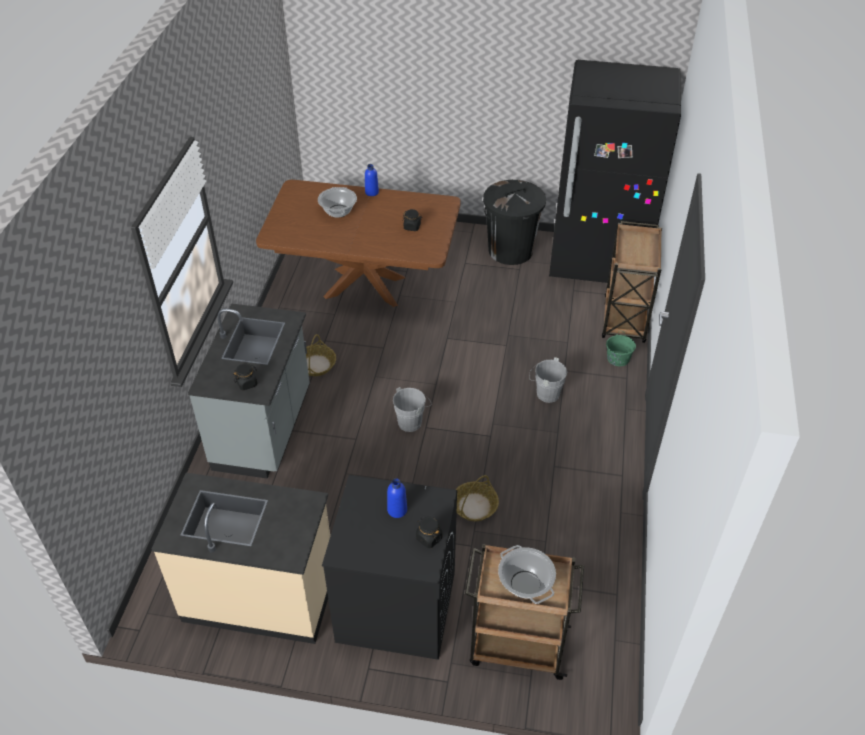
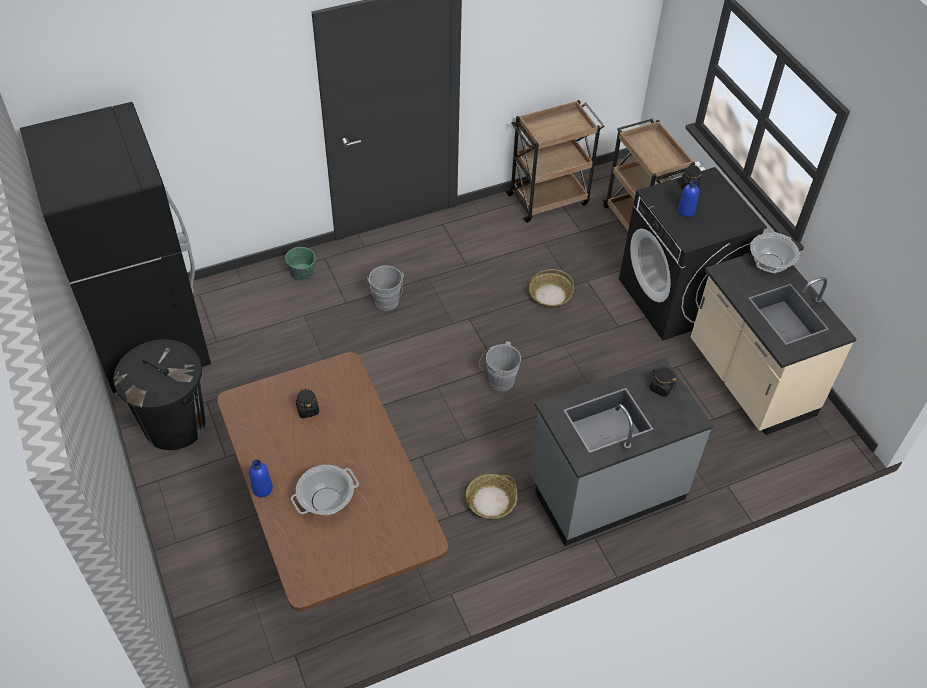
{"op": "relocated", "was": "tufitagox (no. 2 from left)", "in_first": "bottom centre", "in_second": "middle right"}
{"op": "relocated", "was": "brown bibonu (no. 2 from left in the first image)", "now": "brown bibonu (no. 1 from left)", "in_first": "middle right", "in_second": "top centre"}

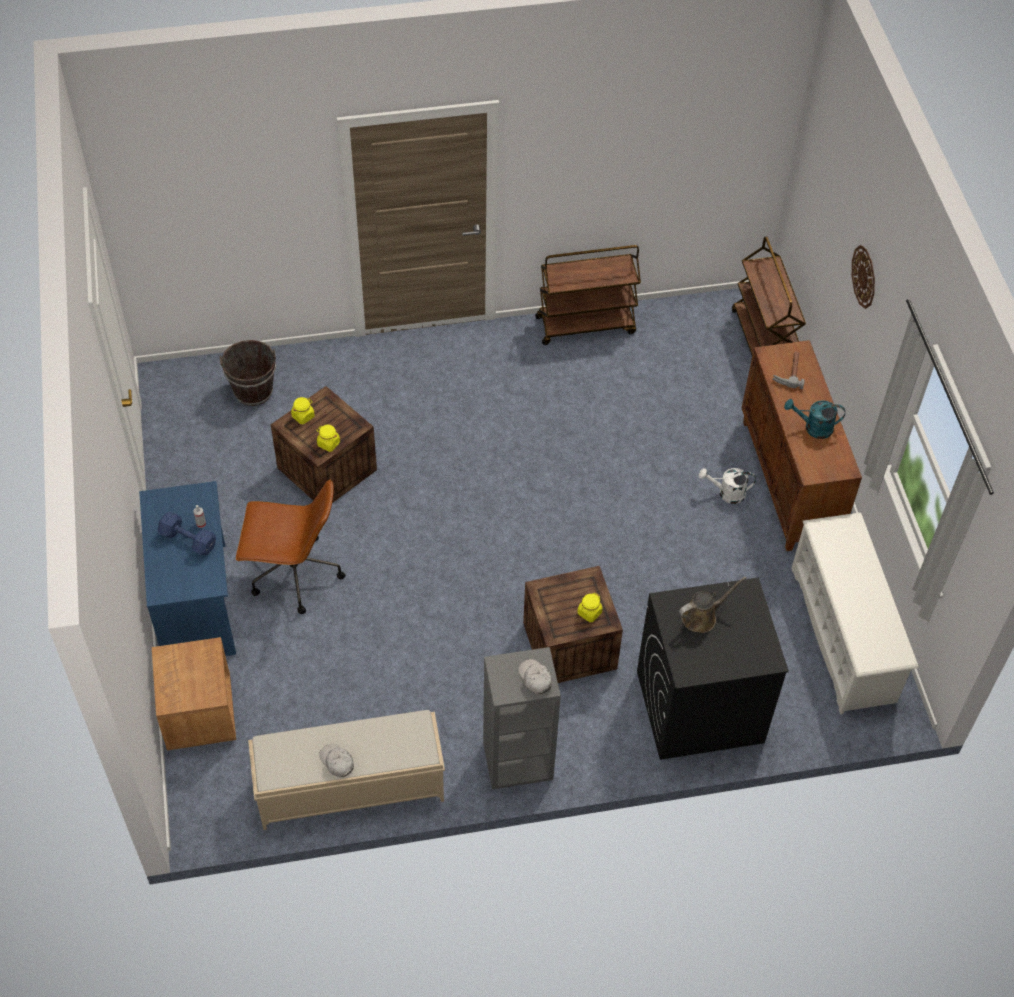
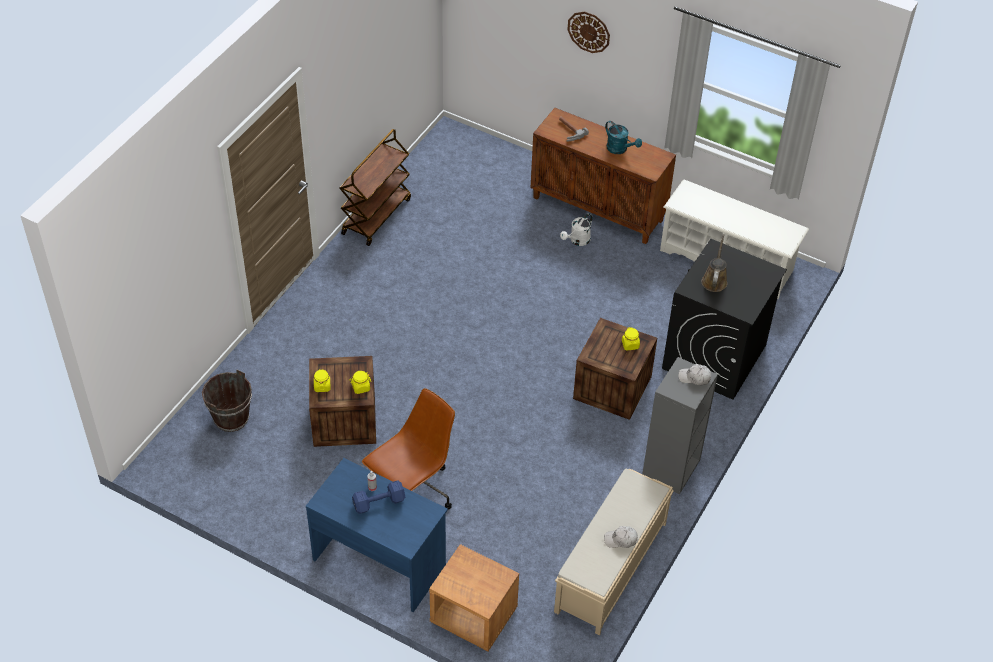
{"op": "missing", "was": "brown bibonu (no. 2 from left)", "in_first": "top right"}
{"op": "spun", "was": "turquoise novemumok", "in_first": "middle right", "in_second": "top centre", "clockwise": -90}

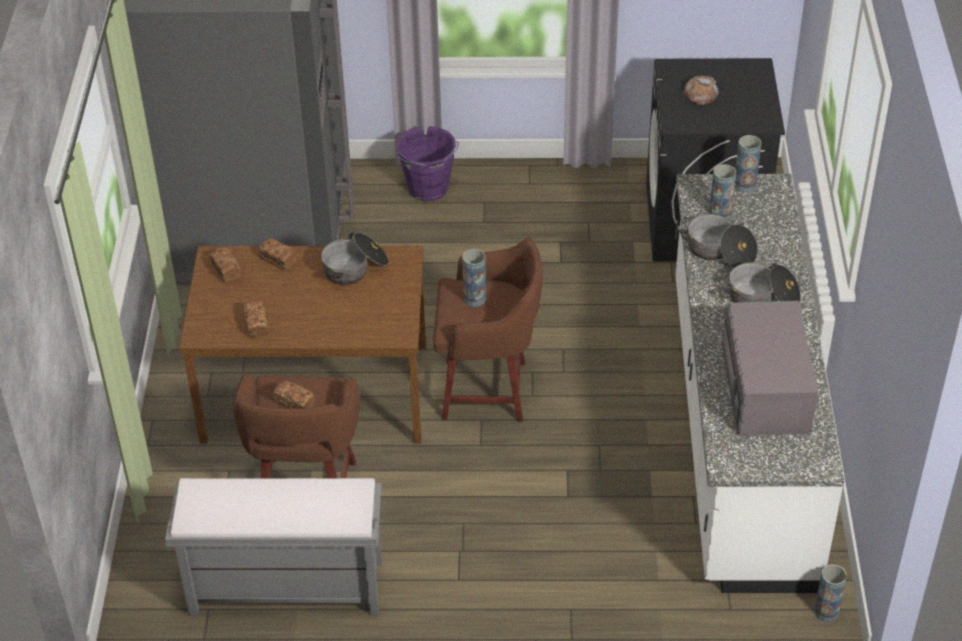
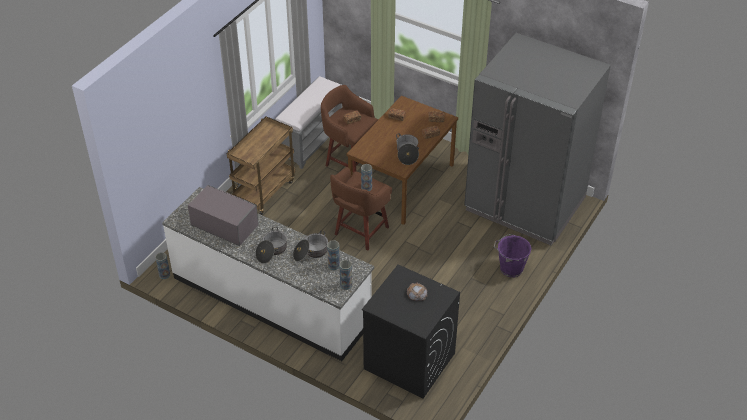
{"op": "appeared", "now": "brown bibonu", "in_second": "centre"}

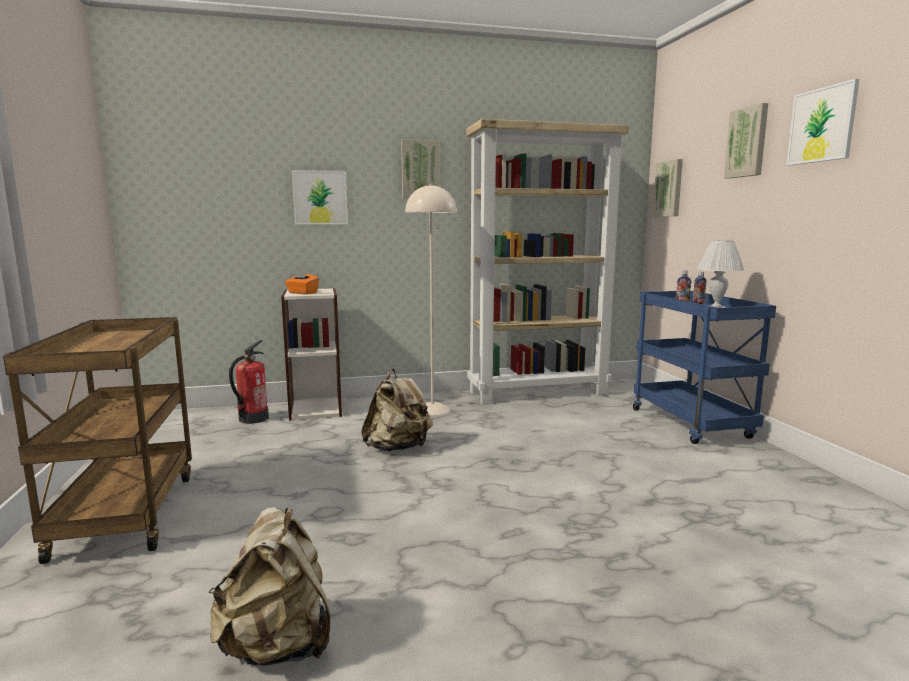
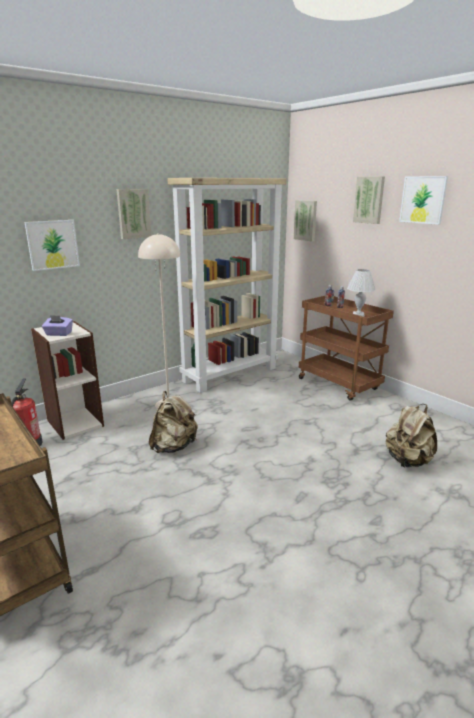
{"op": "relocated", "was": "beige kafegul (no. 1 from left in the first image)", "now": "beige kafegul (no. 2 from left)", "in_first": "bottom left", "in_second": "middle right"}
{"op": "colour", "was": "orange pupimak", "now": "purple pupimak", "in_first": "middle left", "in_second": "middle left"}
{"op": "colour", "was": "blue bibonu", "now": "brown bibonu (no. 2 from left)", "in_first": "middle right", "in_second": "middle right"}

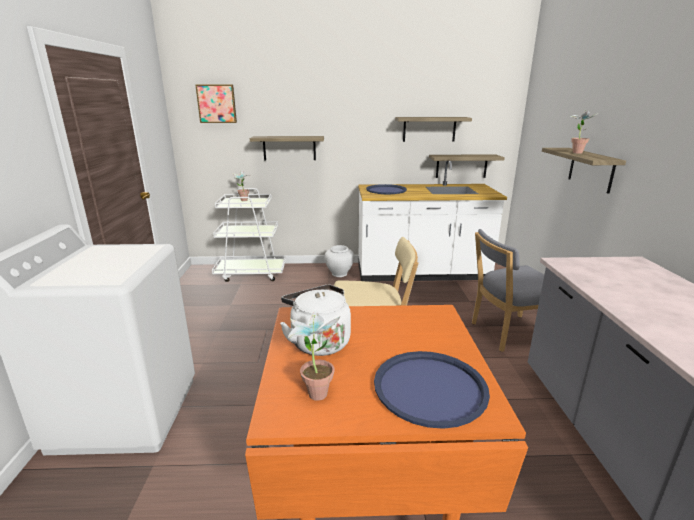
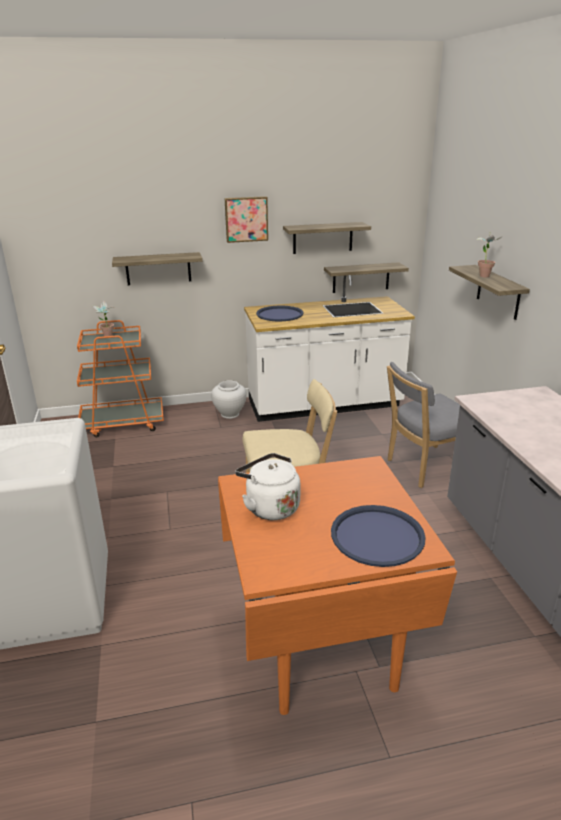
{"op": "missing", "was": "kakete (no. 2 from left)", "in_first": "bottom centre"}
{"op": "relocated", "was": "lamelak", "in_first": "top left", "in_second": "top centre"}
{"op": "colour", "was": "white bibonu", "now": "orange bibonu", "in_first": "centre", "in_second": "middle left"}

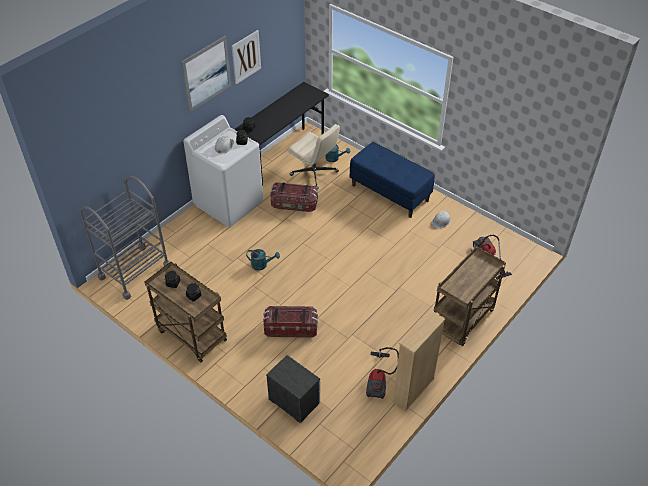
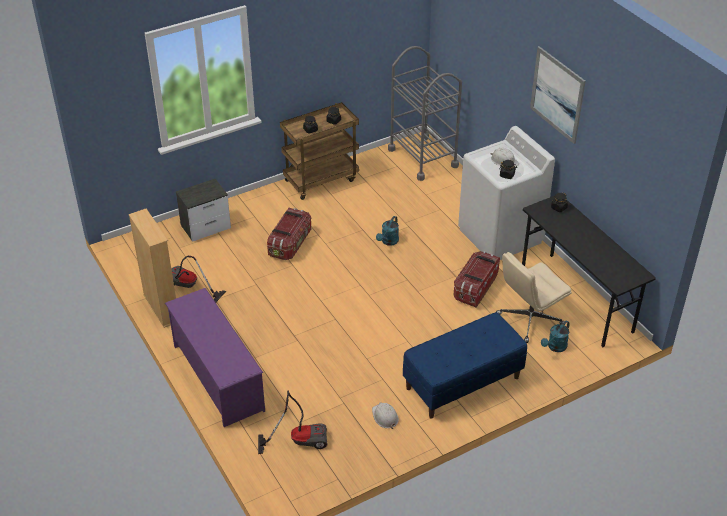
{"op": "missing", "was": "lamelak (no. 2 from left)", "in_first": "top centre"}
{"op": "exchanged", "was": "brown bibonu (no. 2 from left)", "now": "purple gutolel", "in_first": "middle right", "in_second": "bottom left"}

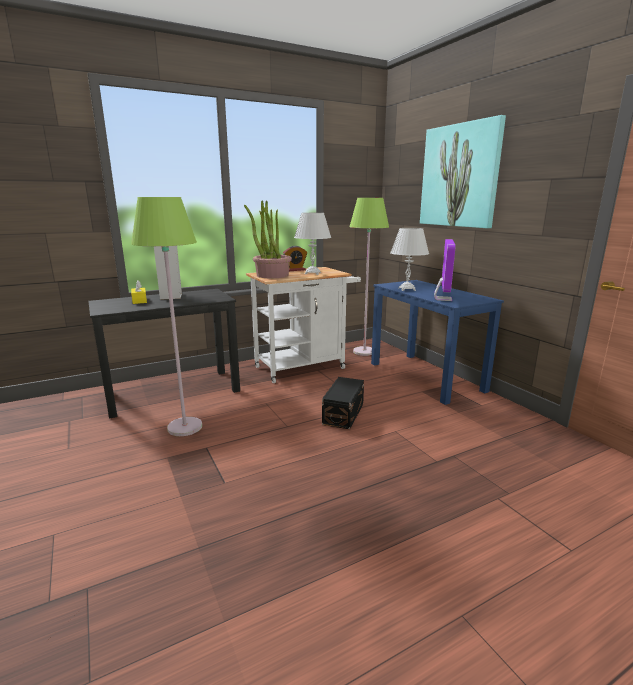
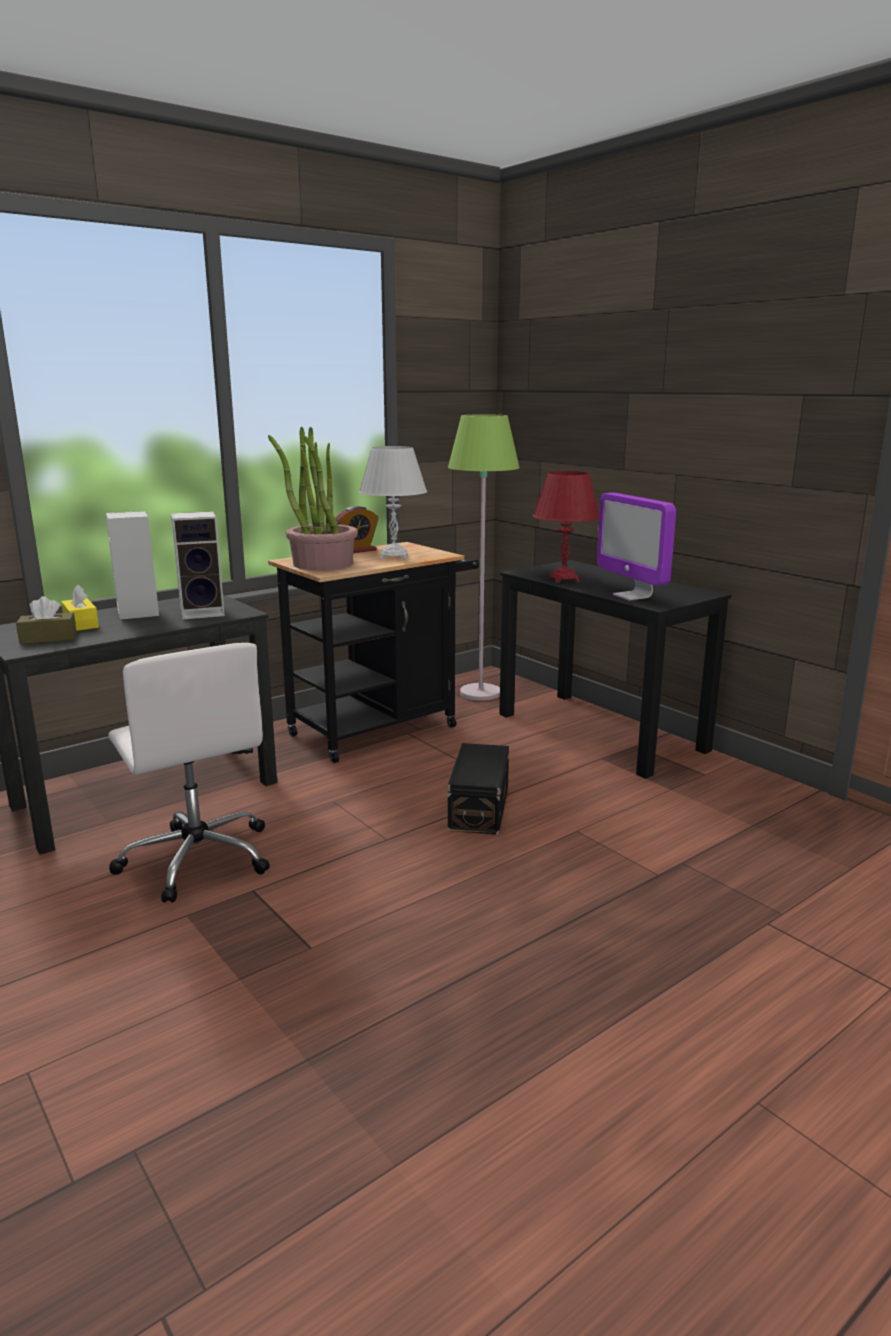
{"op": "missing", "was": "lamelak", "in_first": "top right"}
{"op": "appeared", "now": "brown pupimak", "in_second": "middle left"}
{"op": "appeared", "now": "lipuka (no. 2 from left)", "in_second": "middle left"}
{"op": "exchanged", "was": "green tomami (no. 1 from left)", "now": "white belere", "in_first": "middle left", "in_second": "middle left"}
{"op": "colour", "was": "white bibonu", "now": "black bibonu", "in_first": "centre", "in_second": "centre"}
{"op": "colour", "was": "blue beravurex", "now": "black beravurex (no. 2 from left)", "in_first": "middle right", "in_second": "middle right"}
{"op": "colour", "was": "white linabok (no. 2 from left)", "now": "red linabok", "in_first": "centre", "in_second": "centre"}
{"op": "spun", "was": "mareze", "in_first": "middle right", "in_second": "middle right", "clockwise": 150}

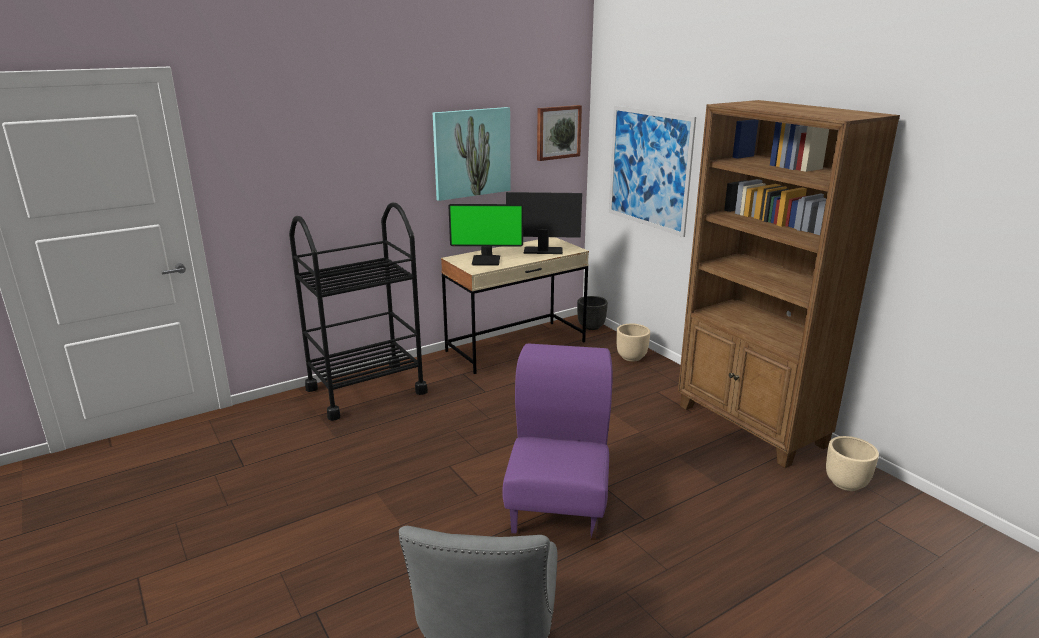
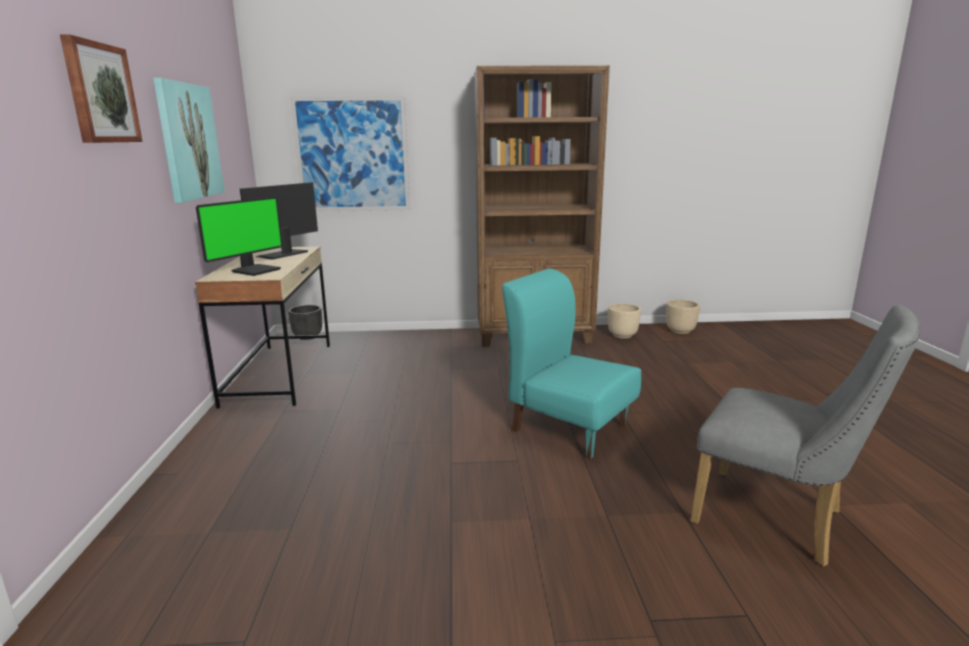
{"op": "missing", "was": "black bibonu", "in_first": "centre"}
{"op": "relocated", "was": "lamelak (no. 2 from left in the first image)", "now": "lamelak (no. 1 from left)", "in_first": "top centre", "in_second": "top left"}
{"op": "relocated", "was": "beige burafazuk (no. 1 from left in the first image)", "now": "beige burafazuk (no. 2 from left)", "in_first": "centre", "in_second": "middle right"}
{"op": "colour", "was": "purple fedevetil", "now": "turquoise fedevetil", "in_first": "bottom centre", "in_second": "centre"}

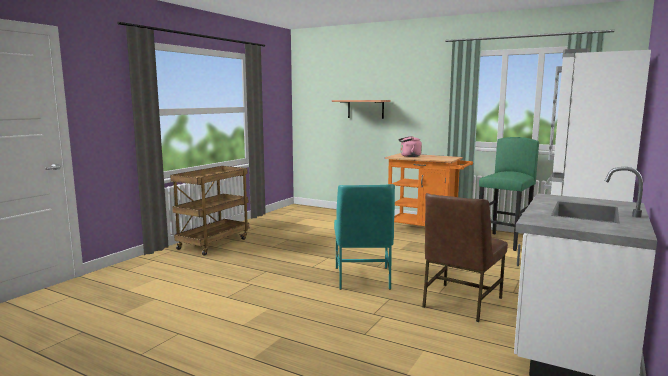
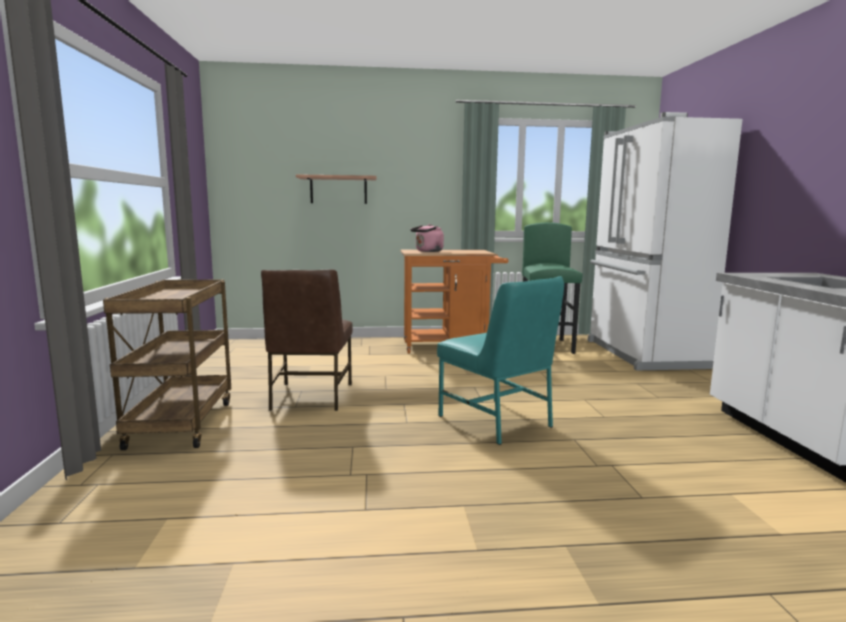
{"op": "relocated", "was": "brown fedevetil", "in_first": "bottom right", "in_second": "centre"}

